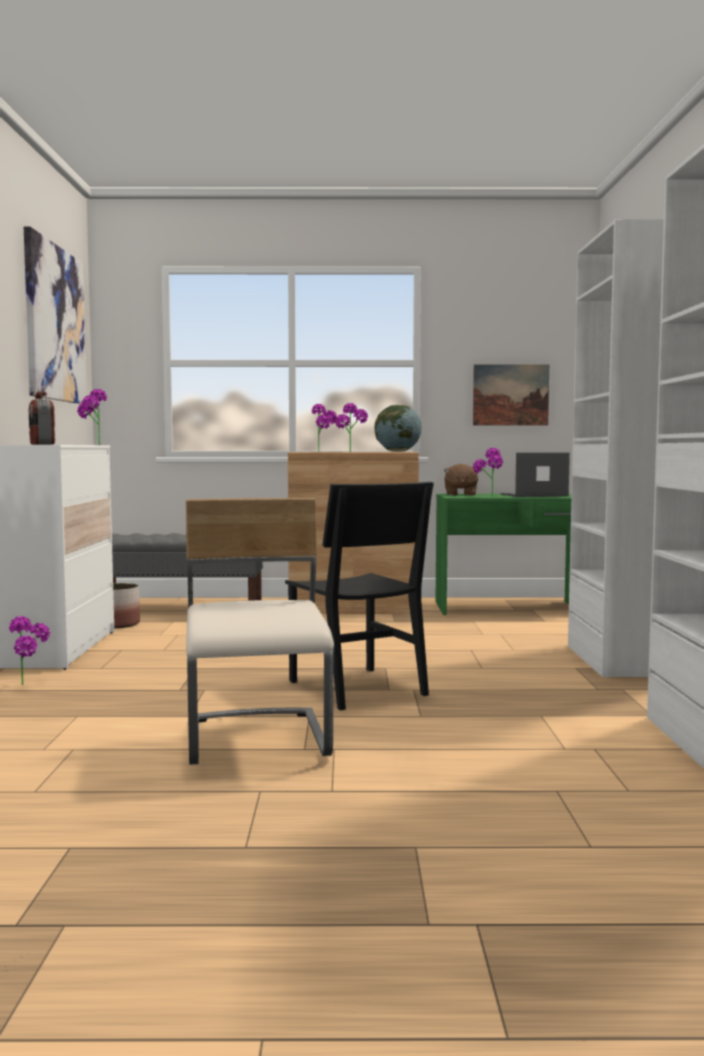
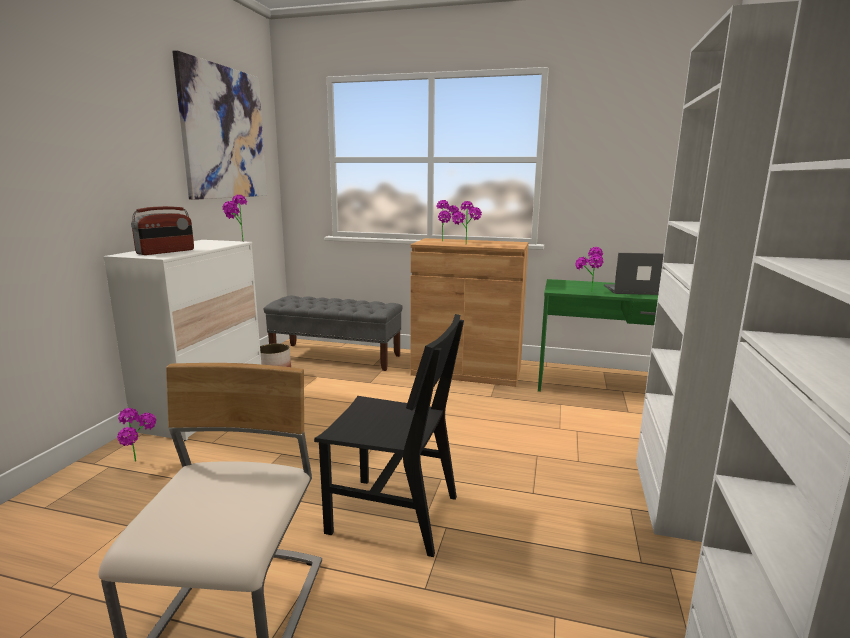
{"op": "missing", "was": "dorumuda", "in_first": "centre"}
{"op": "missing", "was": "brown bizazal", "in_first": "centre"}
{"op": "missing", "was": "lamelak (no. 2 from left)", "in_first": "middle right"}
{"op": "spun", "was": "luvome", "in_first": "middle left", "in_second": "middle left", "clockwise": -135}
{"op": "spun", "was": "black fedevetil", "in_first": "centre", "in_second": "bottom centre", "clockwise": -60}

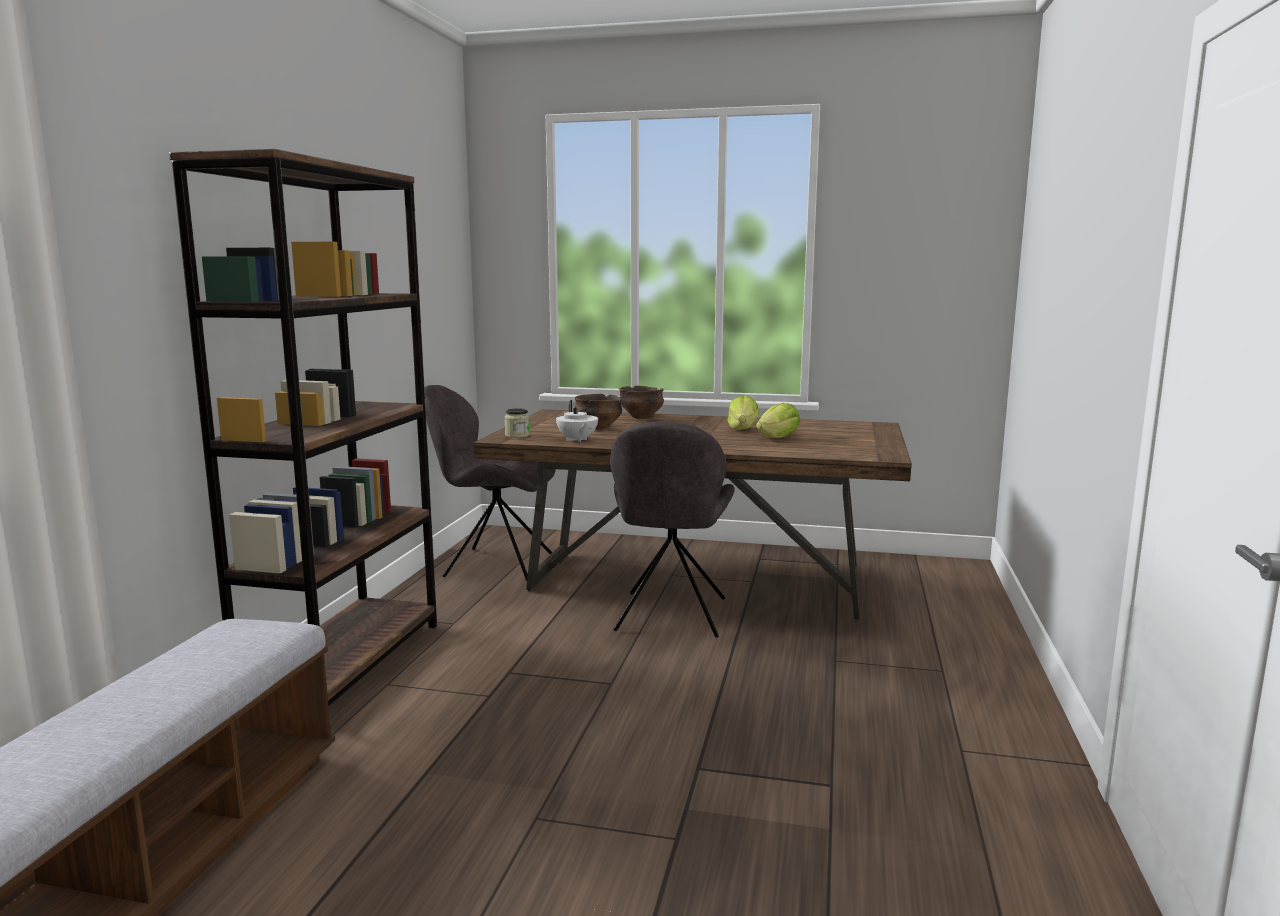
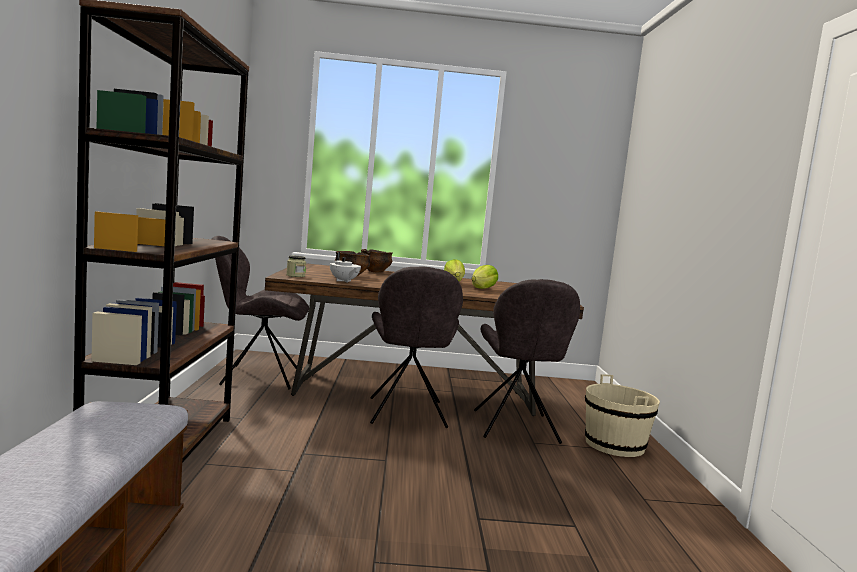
{"op": "appeared", "now": "grey fedevetil (no. 3 from left)", "in_second": "centre"}
{"op": "appeared", "now": "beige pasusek", "in_second": "bottom right"}

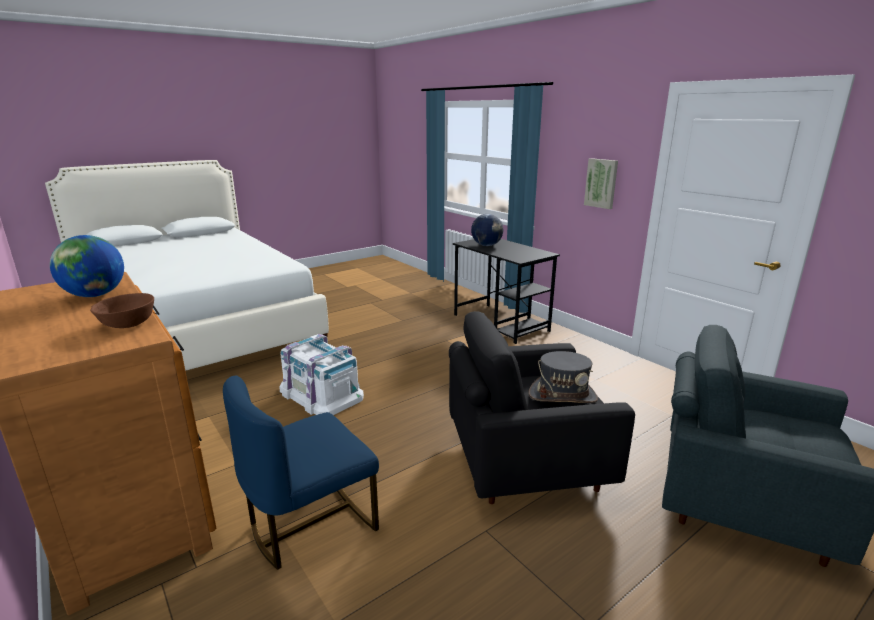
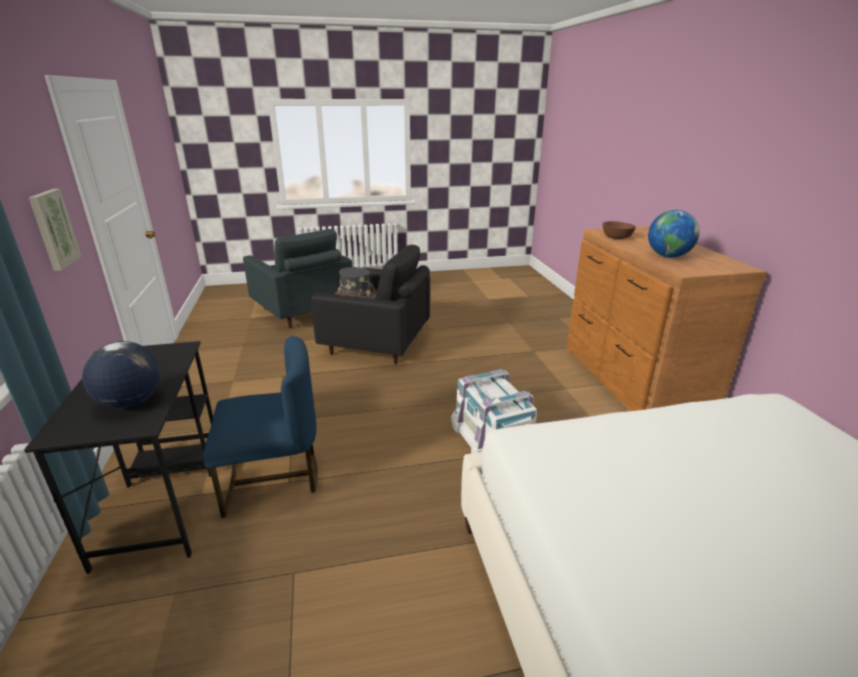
{"op": "relocated", "was": "blue fedevetil", "in_first": "bottom centre", "in_second": "middle left"}

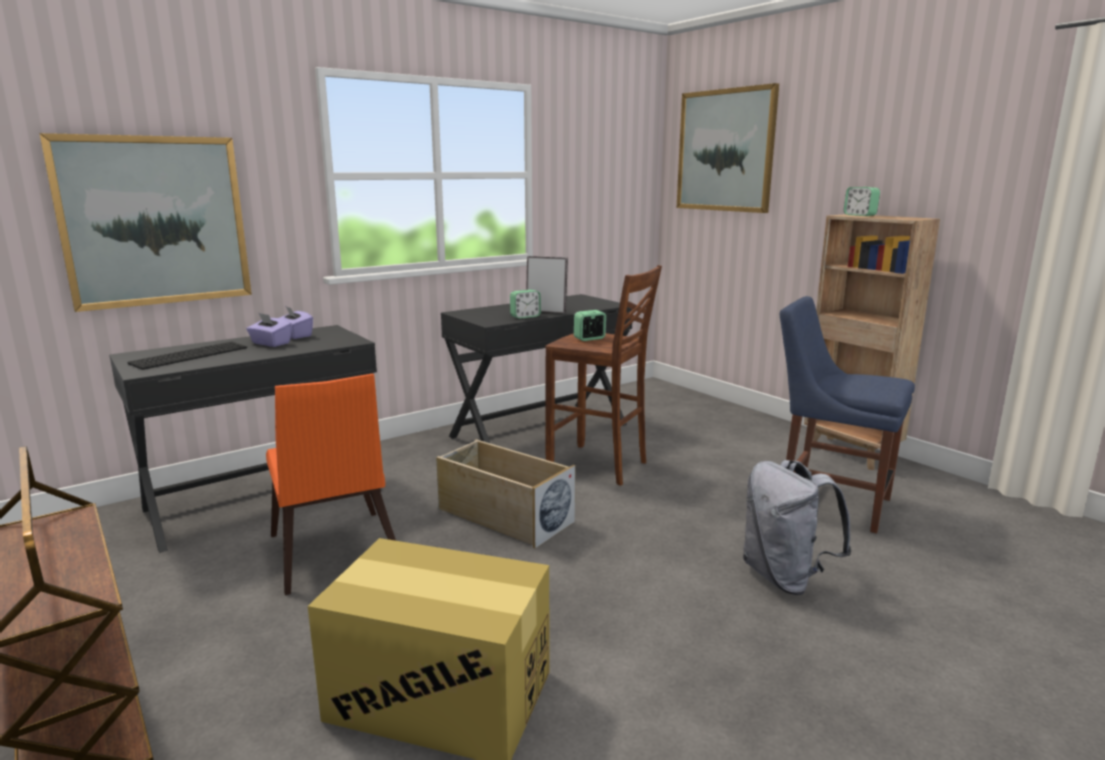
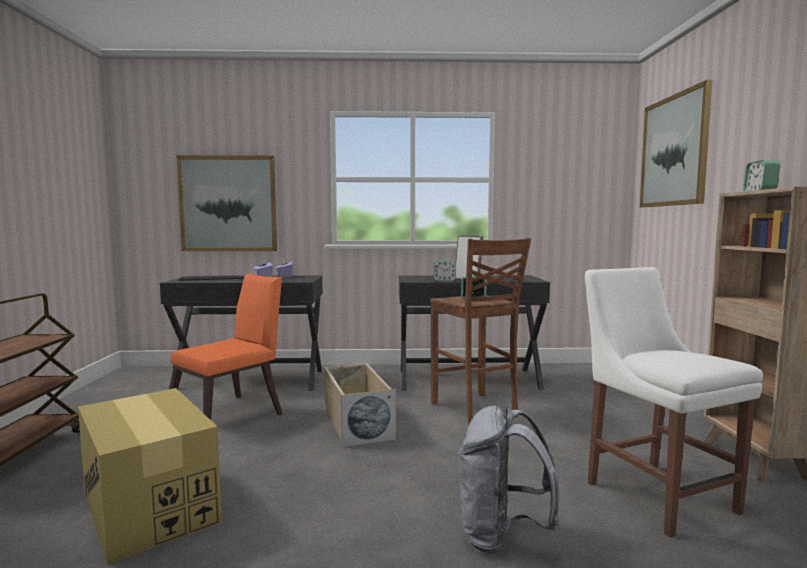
{"op": "colour", "was": "blue fedevetil", "now": "white fedevetil", "in_first": "middle right", "in_second": "bottom right"}
{"op": "spun", "was": "orange fedevetil", "in_first": "middle left", "in_second": "middle left", "clockwise": -150}

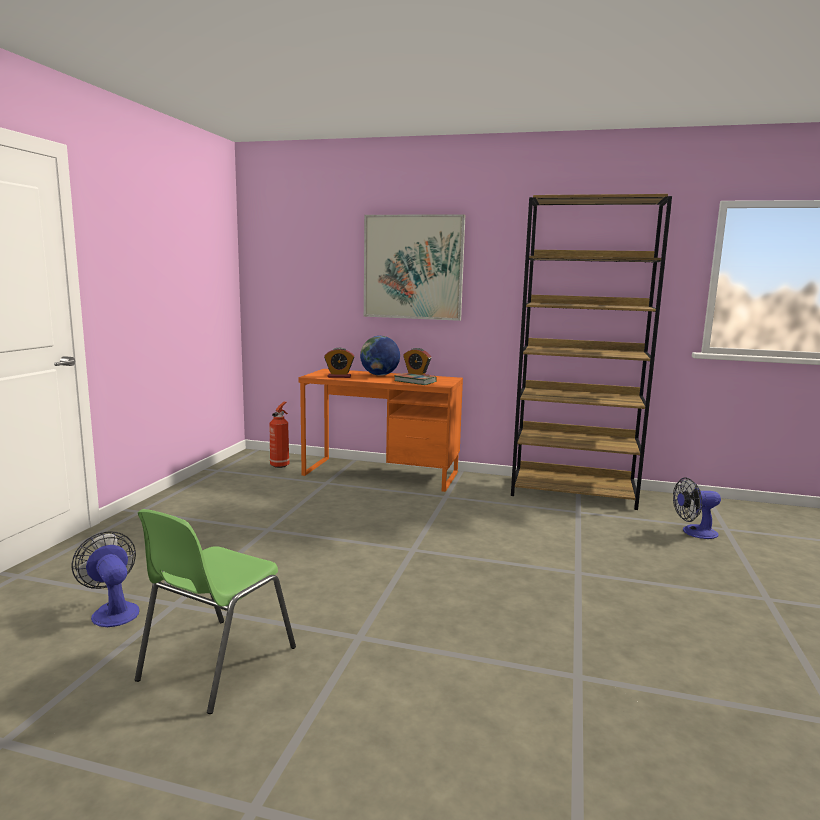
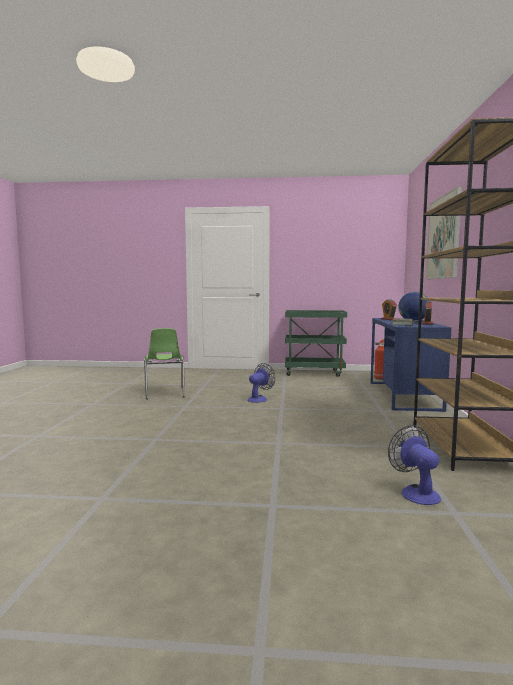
{"op": "appeared", "now": "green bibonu", "in_second": "centre"}
{"op": "relocated", "was": "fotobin (no. 1 from left)", "in_first": "bottom left", "in_second": "centre"}
{"op": "colour", "was": "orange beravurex", "now": "blue beravurex", "in_first": "centre", "in_second": "middle right"}
{"op": "spun", "was": "green fedevetil", "in_first": "bottom left", "in_second": "middle left", "clockwise": -120}

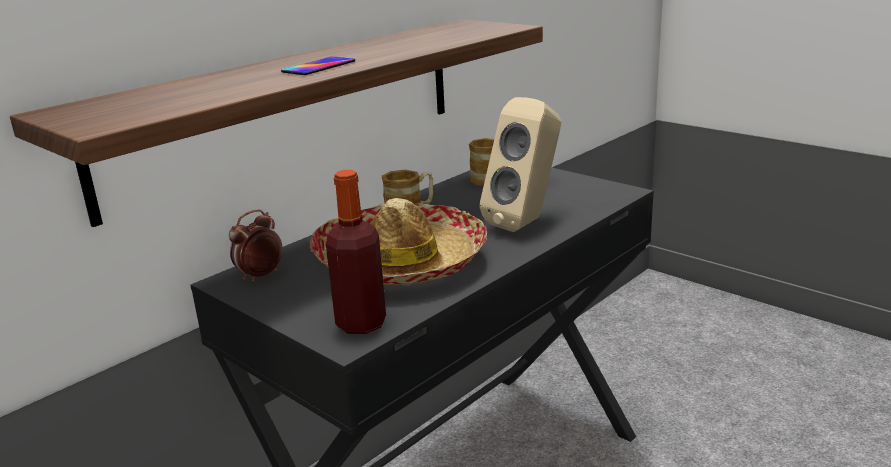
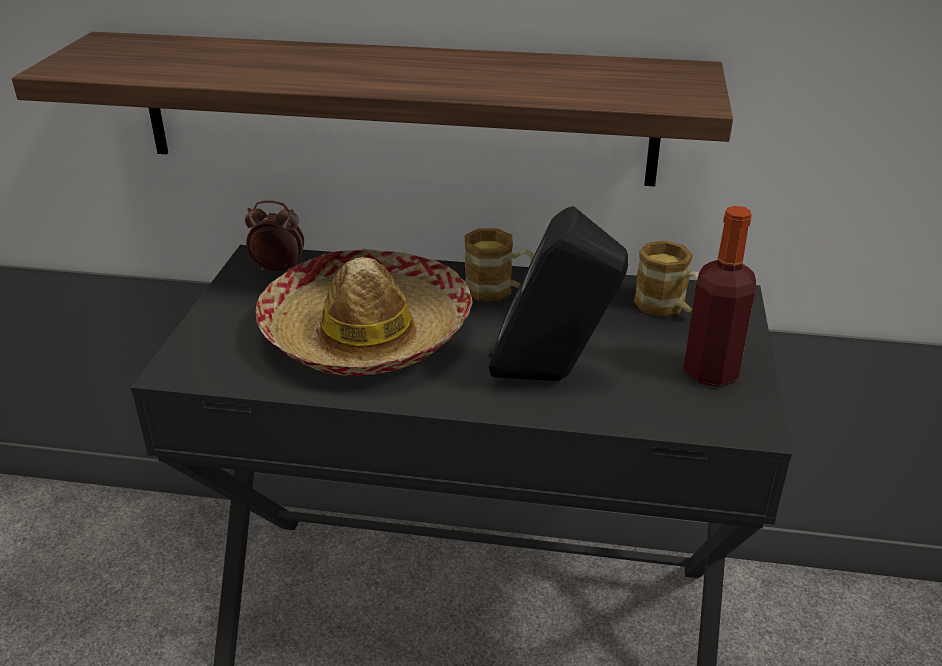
{"op": "missing", "was": "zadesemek", "in_first": "top centre"}
{"op": "relocated", "was": "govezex", "in_first": "centre", "in_second": "middle right"}
{"op": "colour", "was": "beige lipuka", "now": "black lipuka", "in_first": "centre", "in_second": "centre"}

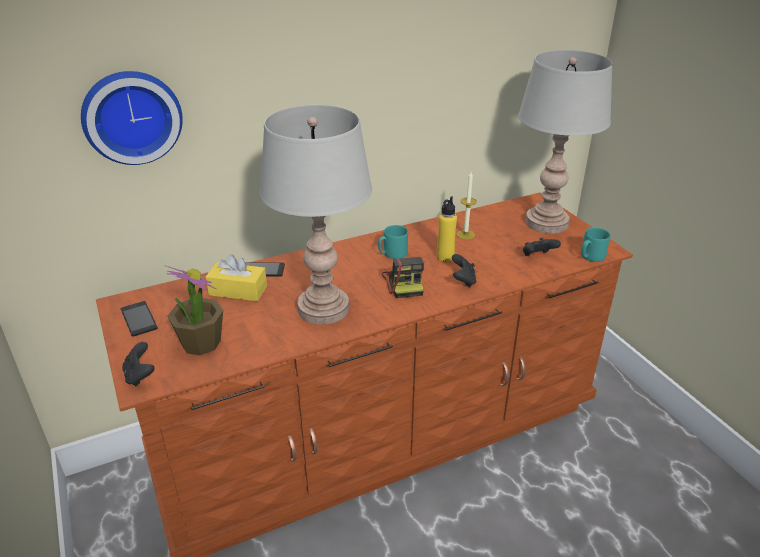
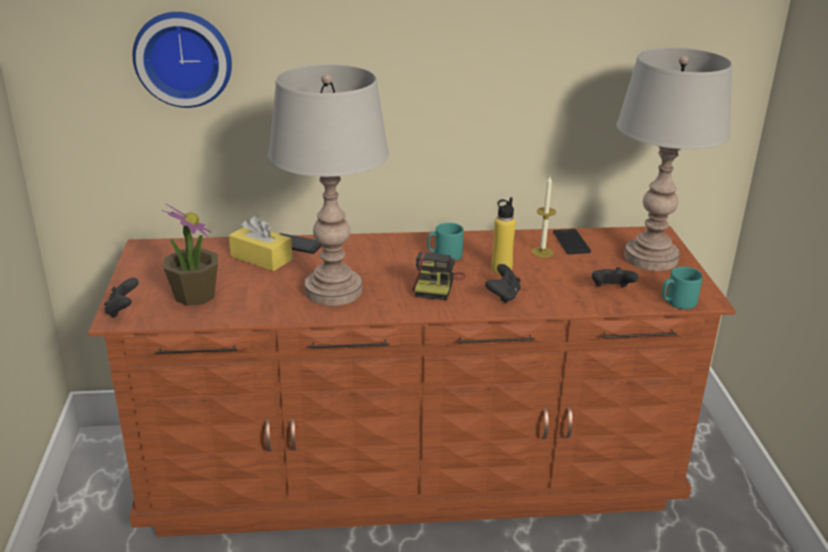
{"op": "relocated", "was": "zadesemek (no. 1 from left in the first image)", "now": "zadesemek (no. 2 from left)", "in_first": "middle left", "in_second": "middle right"}

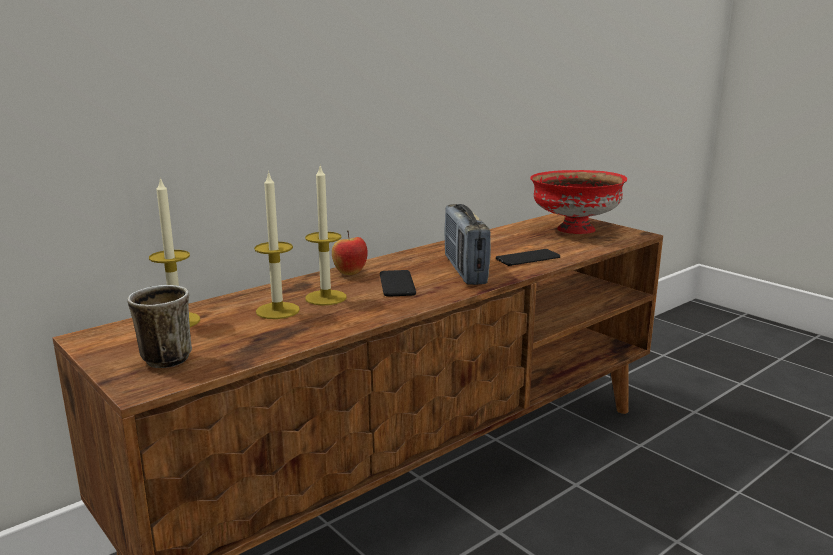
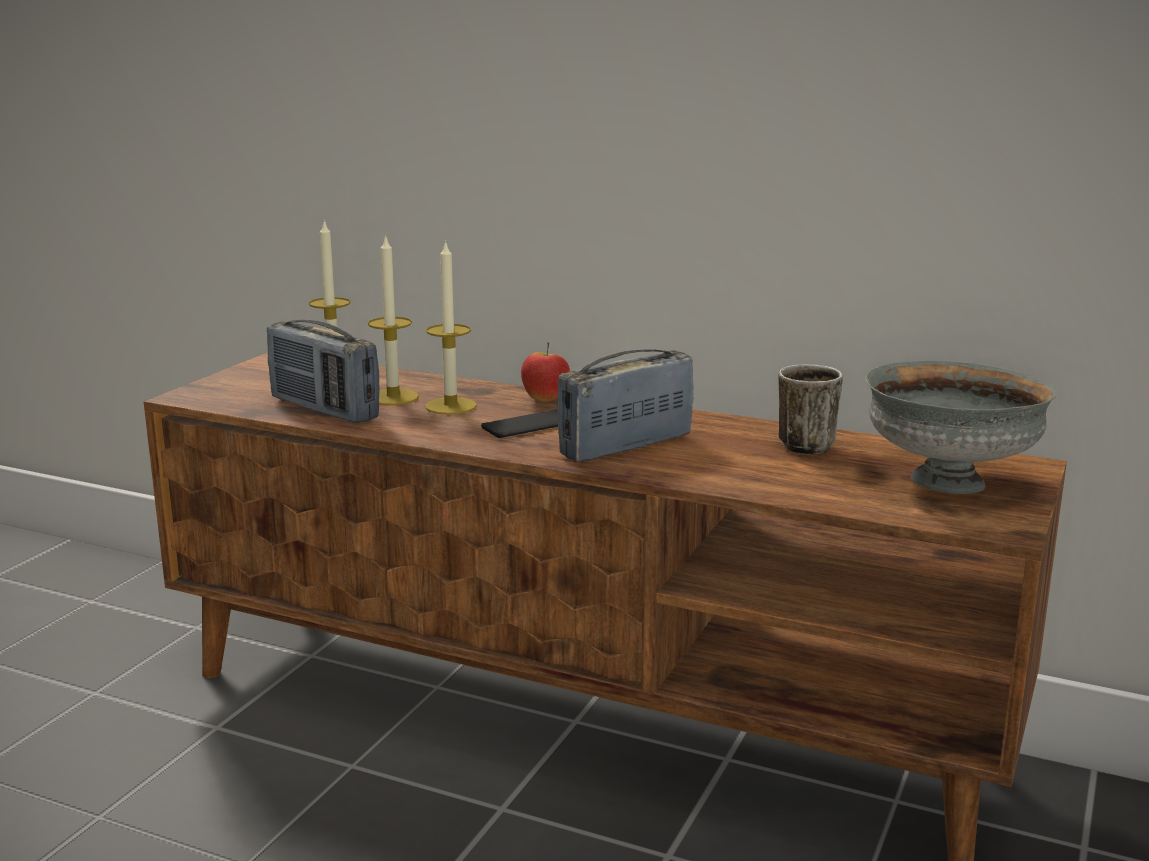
{"op": "missing", "was": "zadesemek (no. 2 from left)", "in_first": "centre"}
{"op": "appeared", "now": "luvome (no. 1 from left)", "in_second": "middle left"}
{"op": "relocated", "was": "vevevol", "in_first": "middle left", "in_second": "middle right"}
{"op": "colour", "was": "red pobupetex", "now": "grey pobupetex", "in_first": "middle right", "in_second": "middle right"}

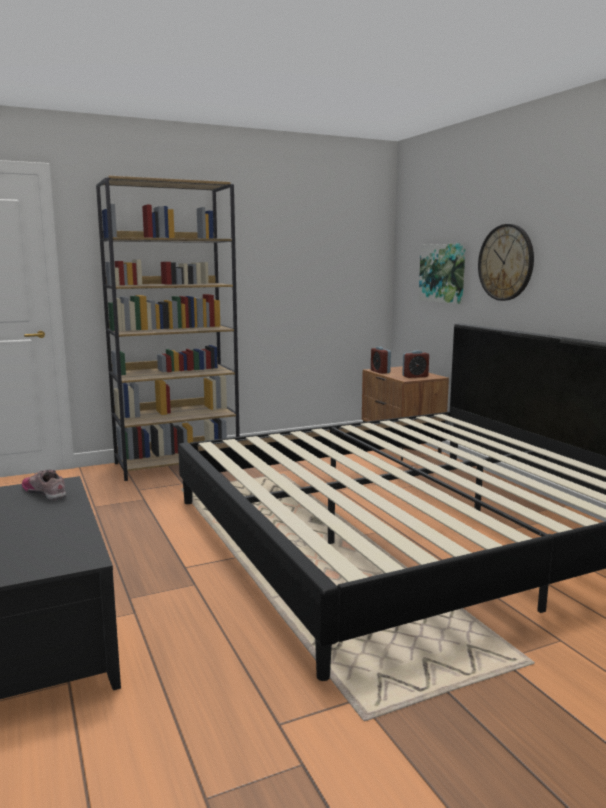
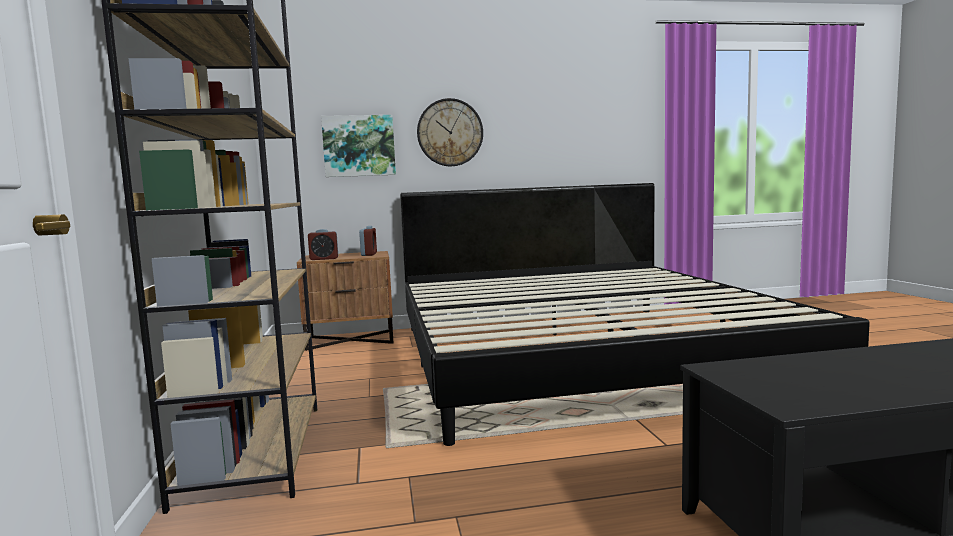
{"op": "missing", "was": "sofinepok", "in_first": "middle left"}

